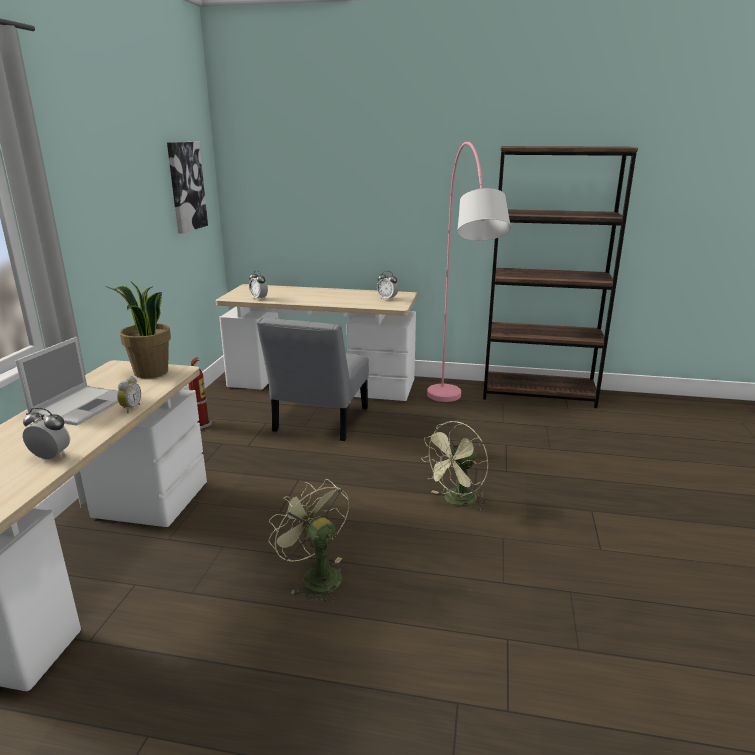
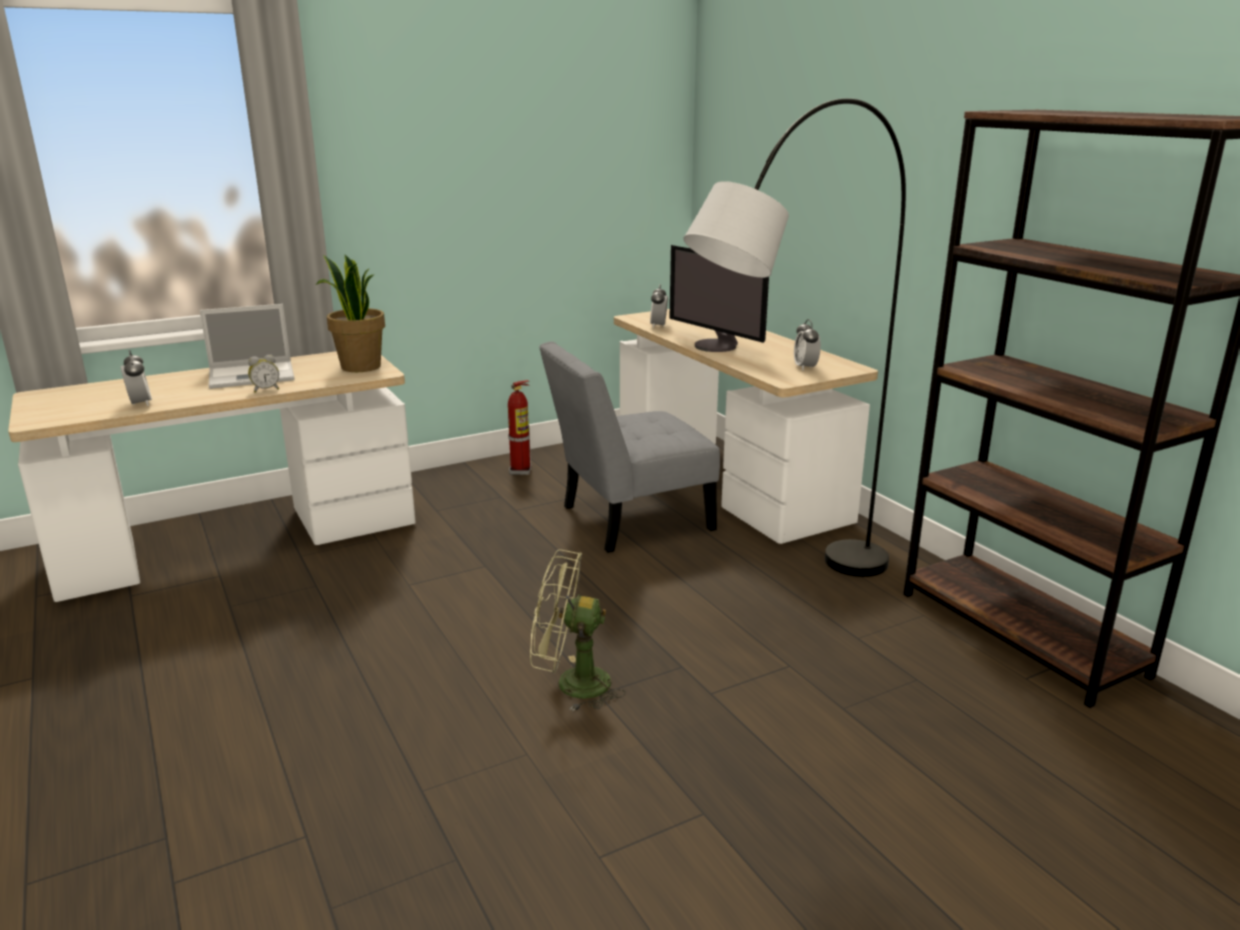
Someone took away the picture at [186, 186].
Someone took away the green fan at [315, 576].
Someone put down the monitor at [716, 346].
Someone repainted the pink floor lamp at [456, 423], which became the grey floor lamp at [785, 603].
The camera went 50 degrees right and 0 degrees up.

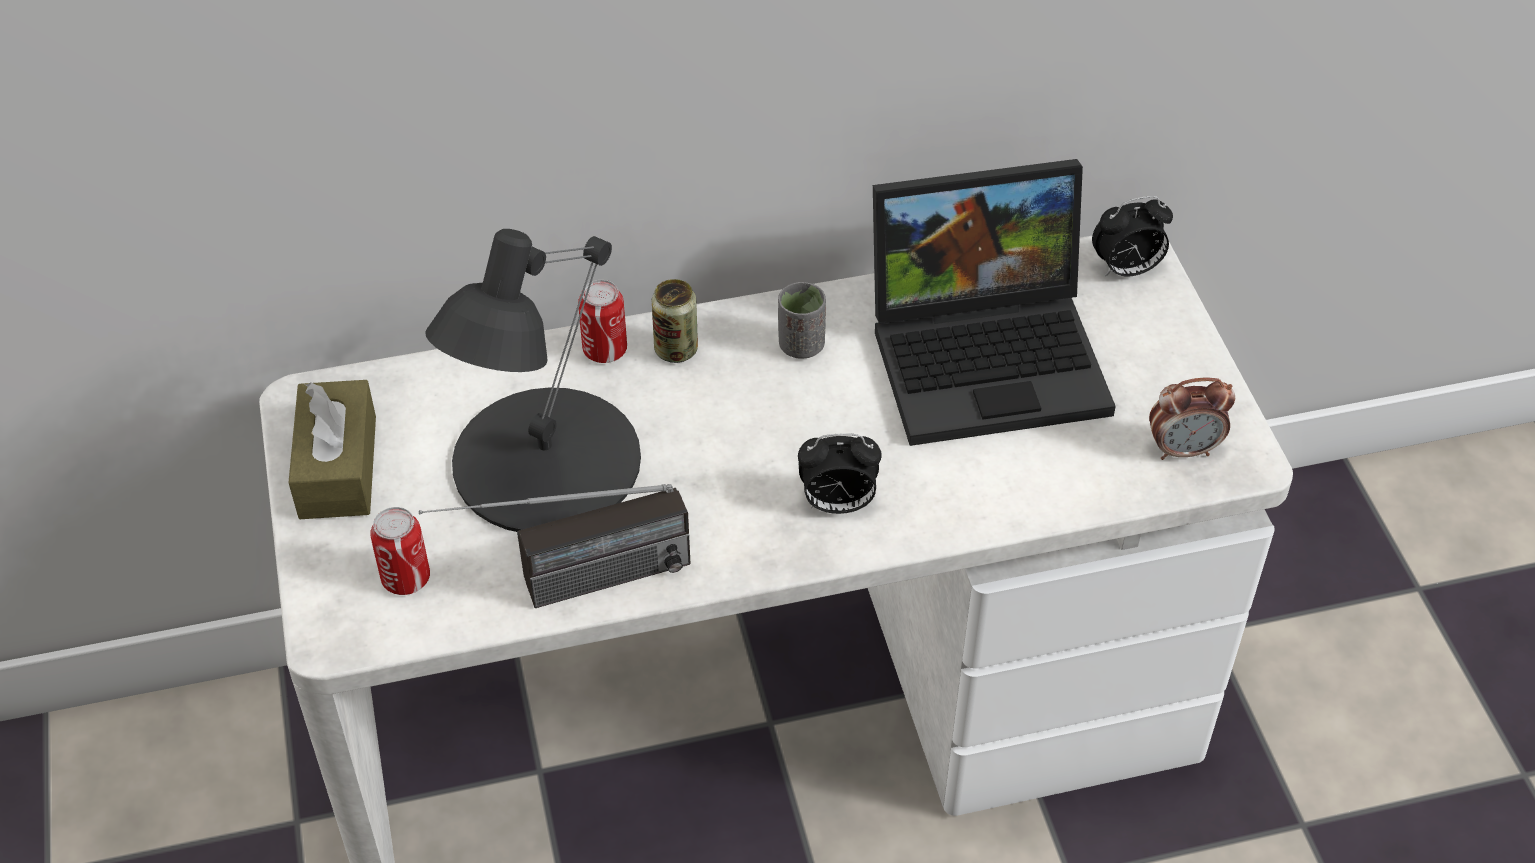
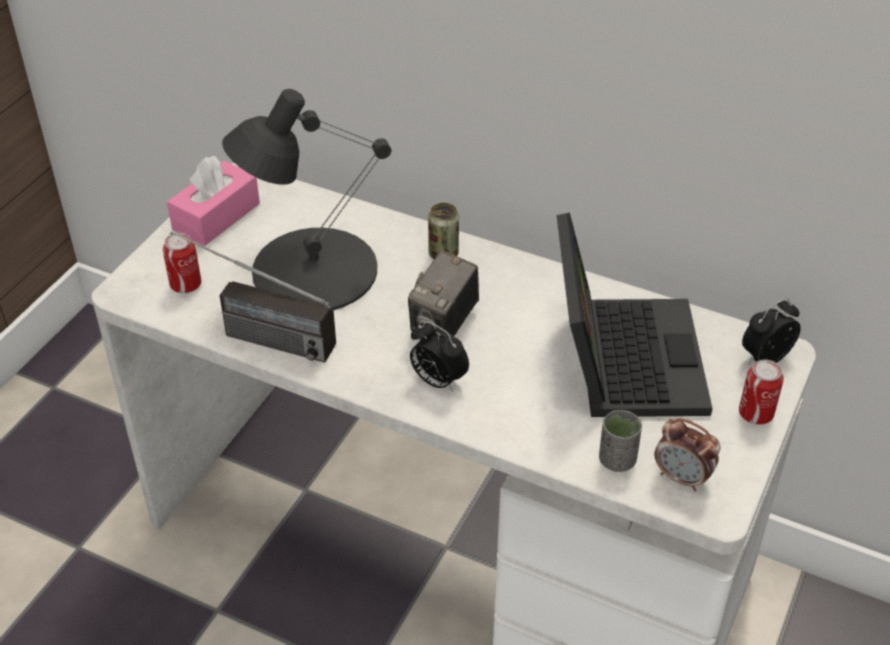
Someone put down the photo camera at [444, 325].
Someone carried the can from [605, 350] to [755, 414].
Someone carried the grey cup from [801, 345] to [617, 460].
Someone repainted the brown tissue box at [338, 467], which became the pink tissue box at [216, 216].
Someone rotated the laptop at [991, 354] by 120 degrees counterclockwise.
Someone rotated the alarm clock at [1126, 270] by 120 degrees clockwise.
The camera went 40 degrees right and 5 degrees down.

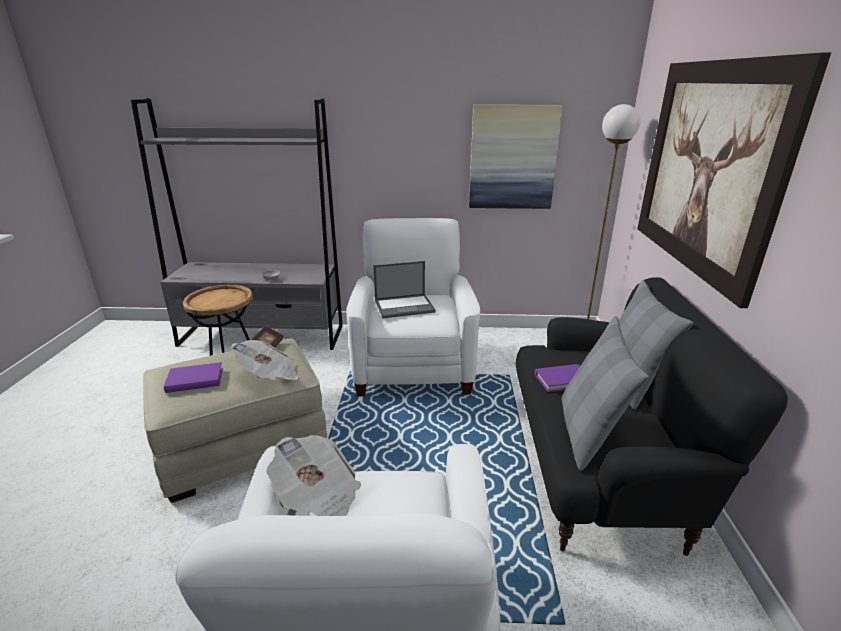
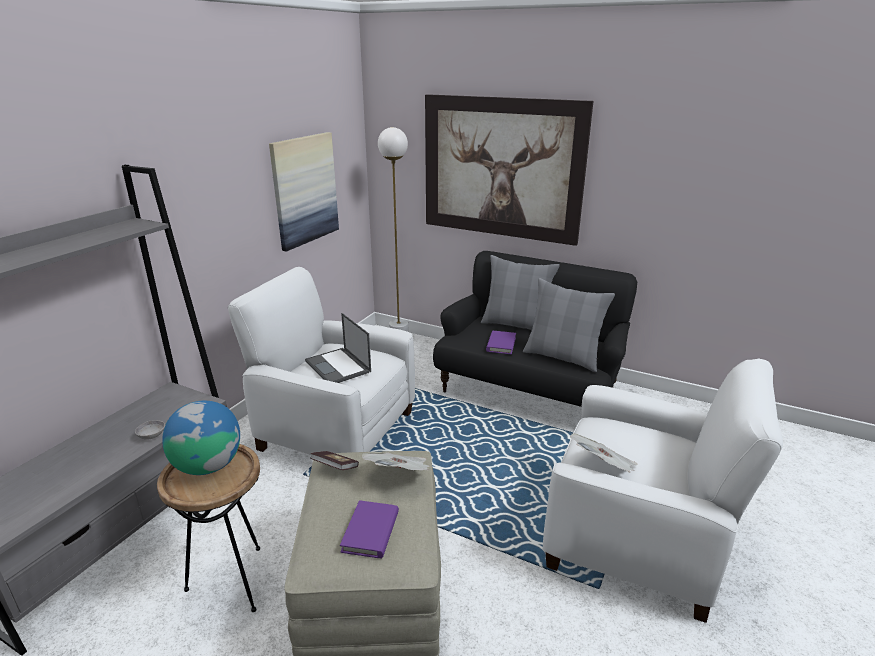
Someone put down the globe at [208, 465].
Someone rotated the laptop at [405, 306] by 135 degrees clockwise.
The camera went 65 degrees left and 0 degrees up.

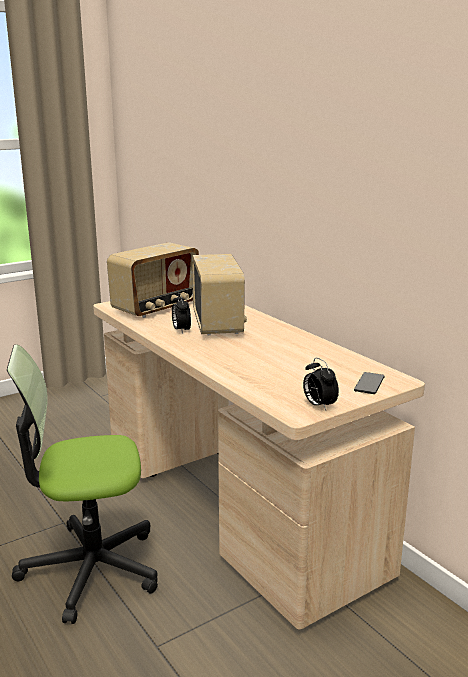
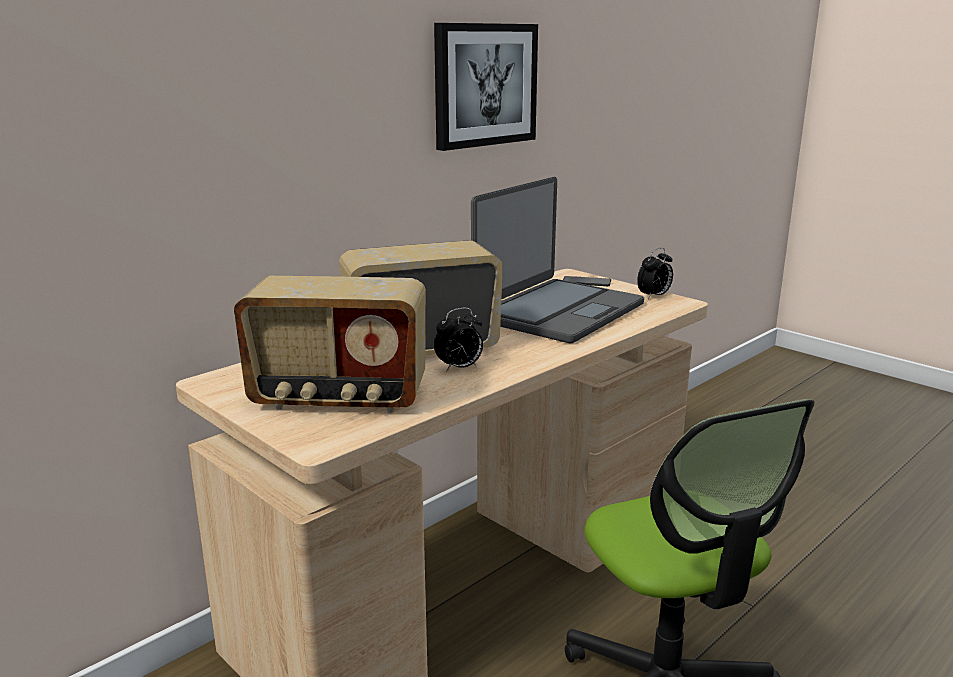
Someone put up the picture at [484, 85].
Someone put down the laptop at [557, 312].
Someone rotated the radio at [156, 308] by 150 degrees clockwise.
The camera went 100 degrees left and 0 degrees up.

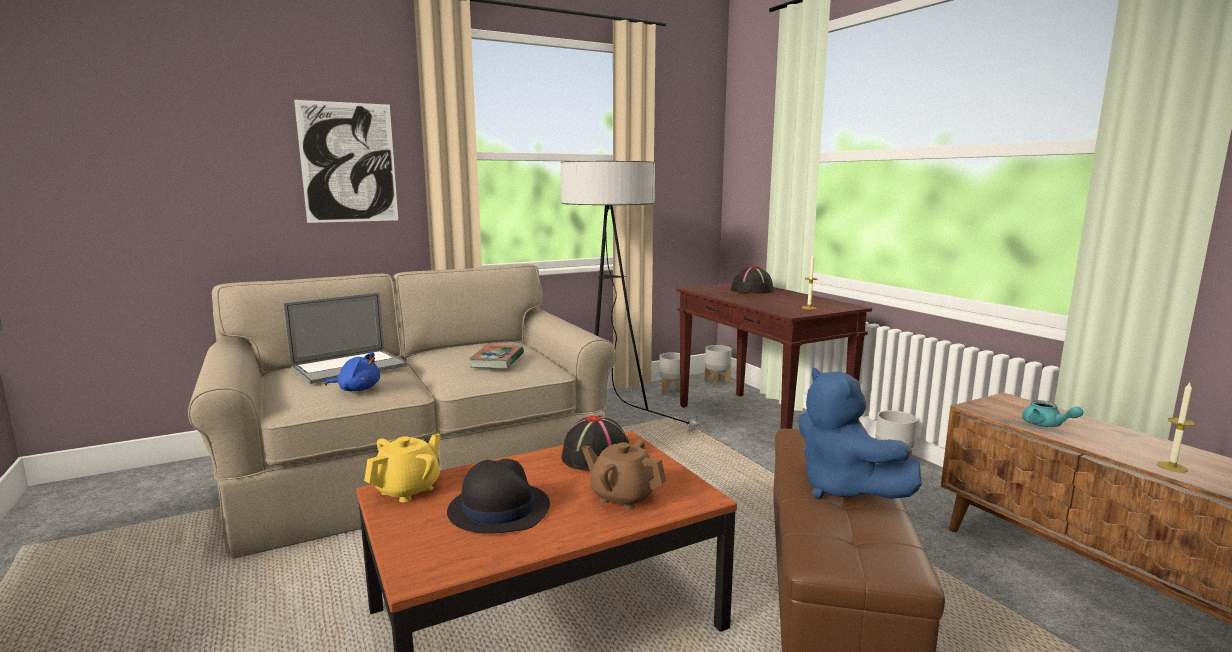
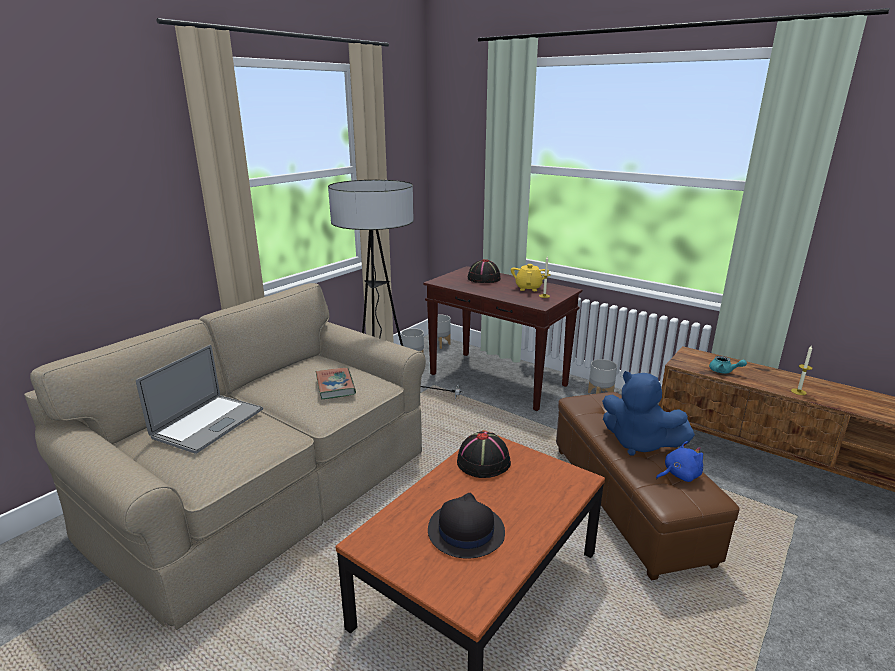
Someone took away the picture at [348, 163].
Someone took away the brown teapot at [623, 497].
Someone carried the blue plush toy from [357, 389] to [679, 475].
Someone carried the yellow teapot from [408, 490] to [528, 288].
The camera went 25 degrees left and 10 degrees up.

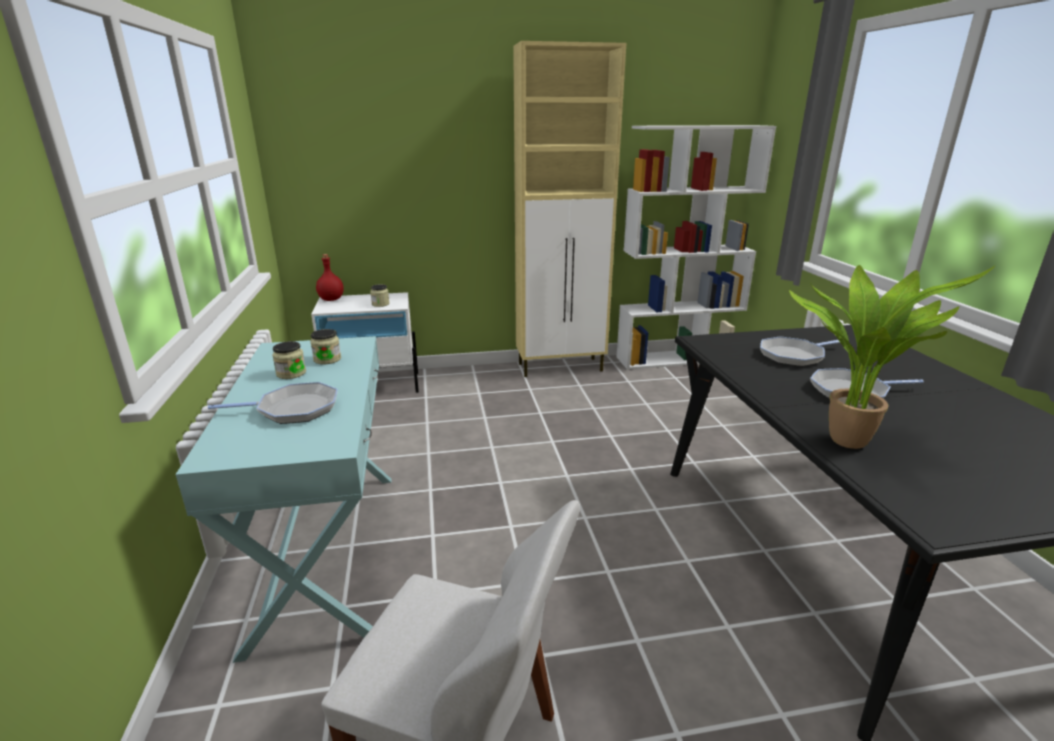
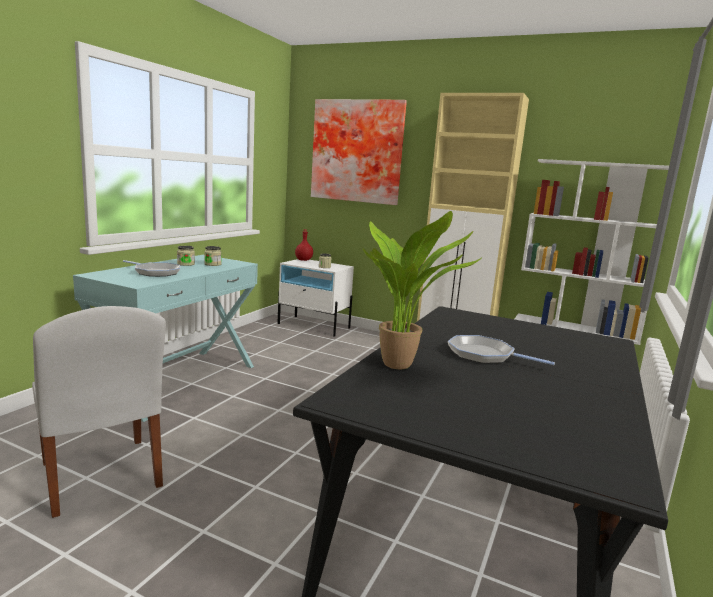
Someone took away the frying pan at [794, 356].
Someone put up the picture at [358, 151].
The camera went 35 degrees right and 10 degrees down.

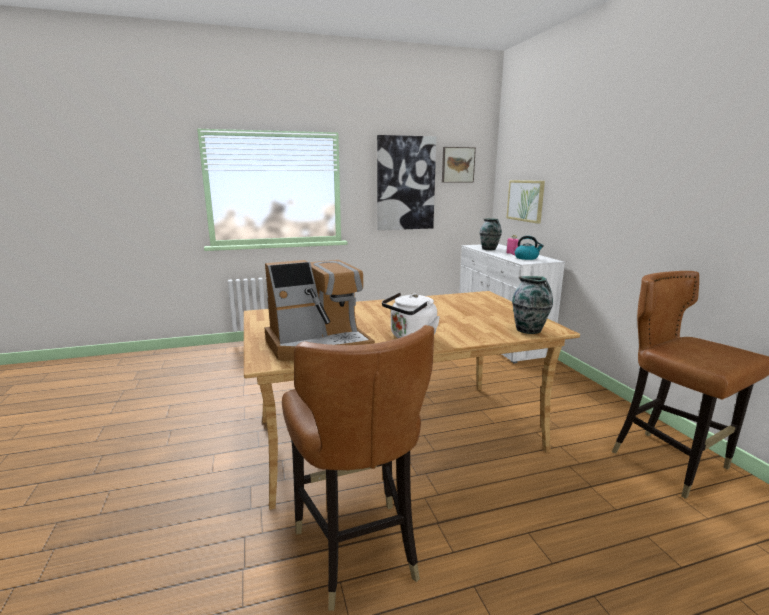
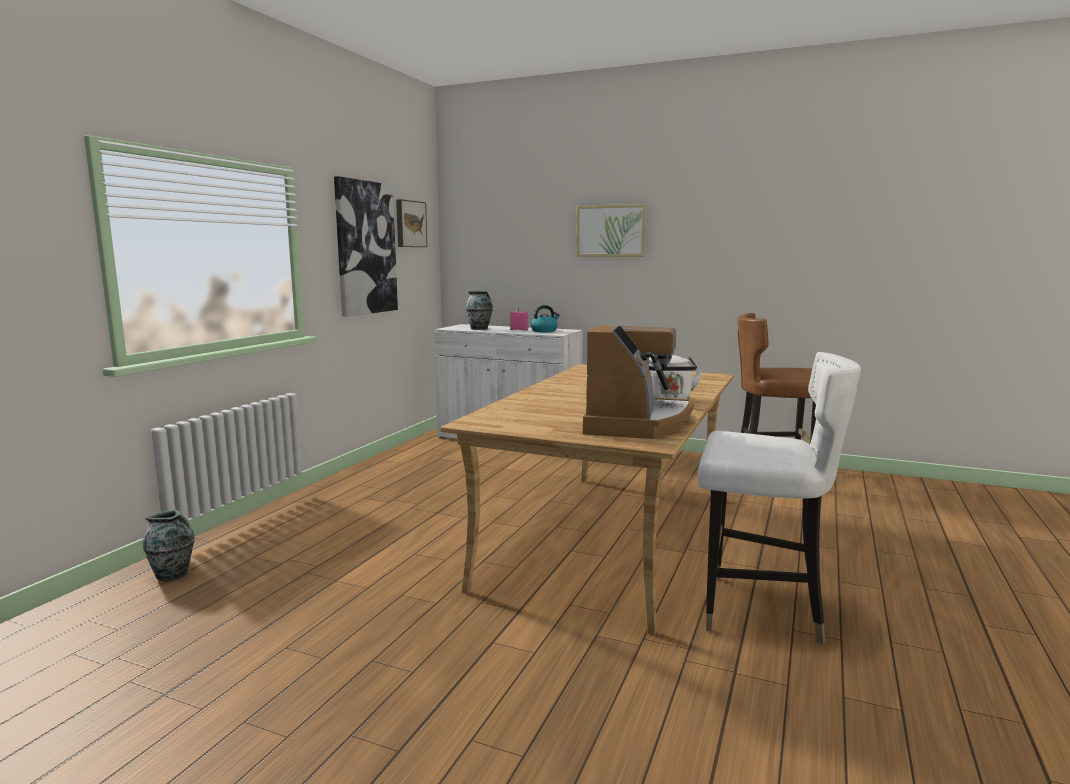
Someone carried the picture from [525, 200] to [611, 231].
Someone carried the vase from [529, 330] to [173, 574].
Someone repainted the brown chair at [357, 550], which became the white chair at [760, 610].
The camera went 50 degrees left and 5 degrees down.

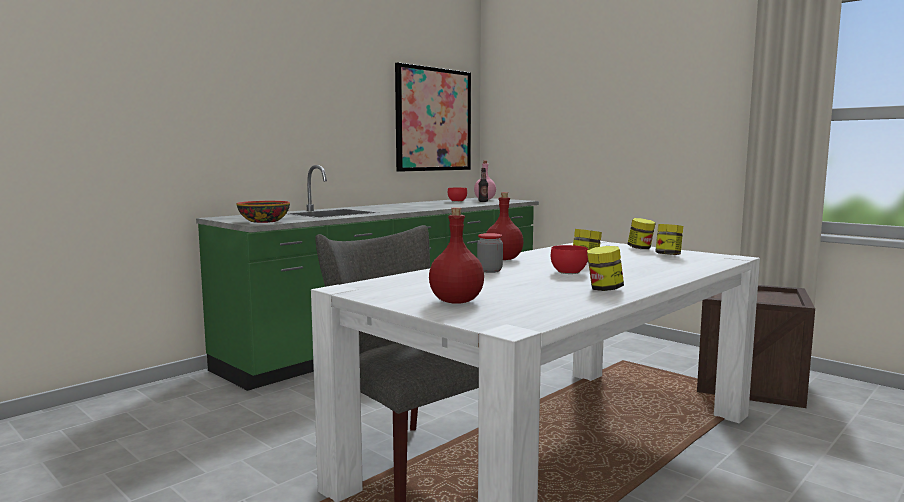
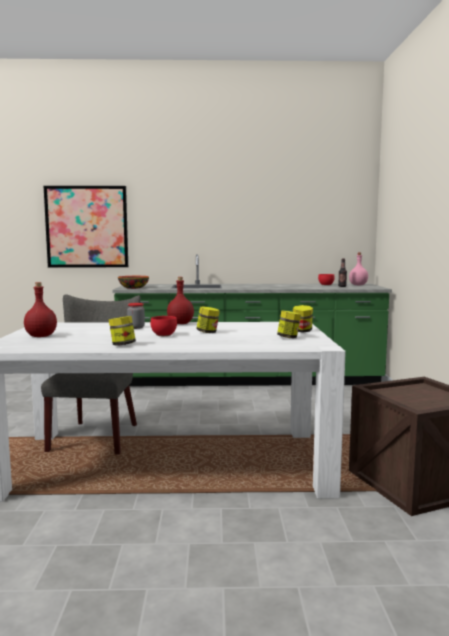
Someone carried the picture from [433, 119] to [87, 227].
The camera went 45 degrees right and 0 degrees up.

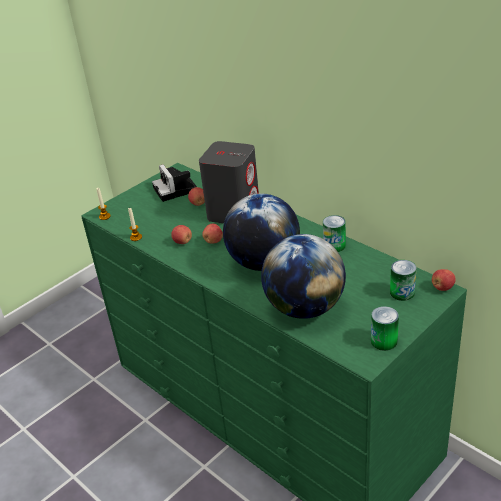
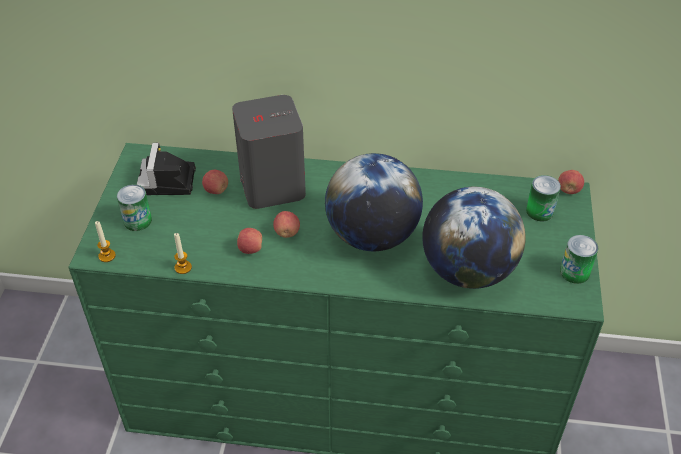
Someone carried the can from [334, 245] to [137, 221].
Someone rotated the photo camera at [176, 190] by 60 degrees clockwise.
The camera went 40 degrees left and 10 degrees up.

